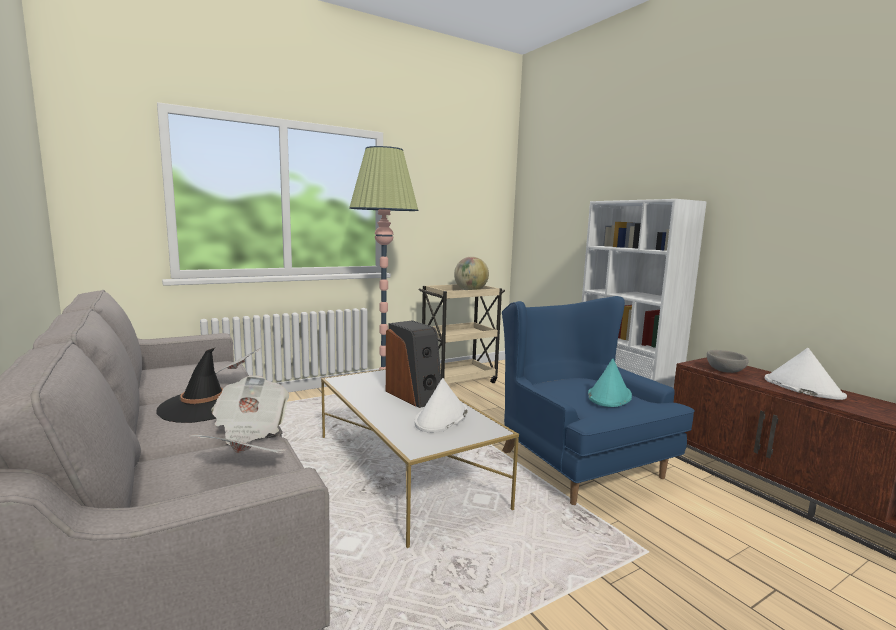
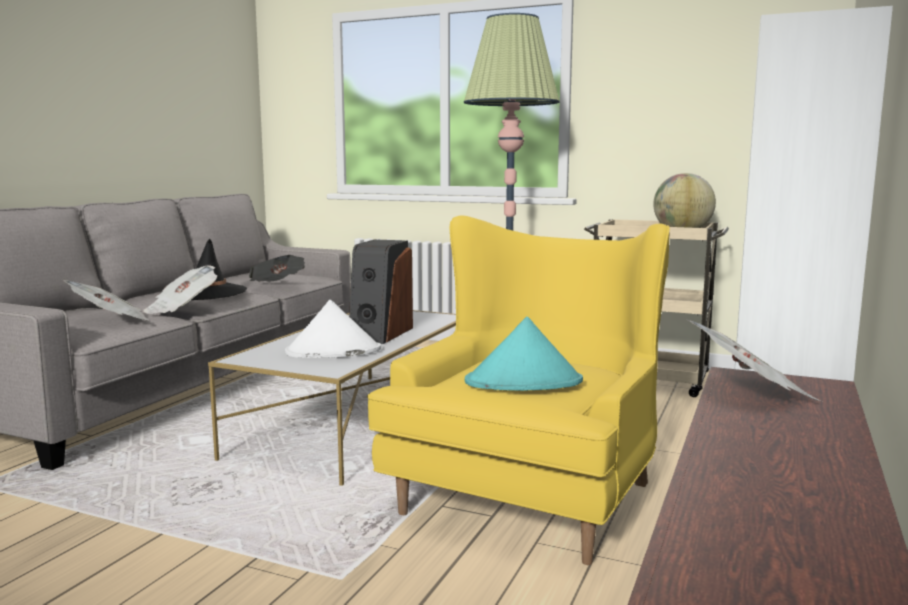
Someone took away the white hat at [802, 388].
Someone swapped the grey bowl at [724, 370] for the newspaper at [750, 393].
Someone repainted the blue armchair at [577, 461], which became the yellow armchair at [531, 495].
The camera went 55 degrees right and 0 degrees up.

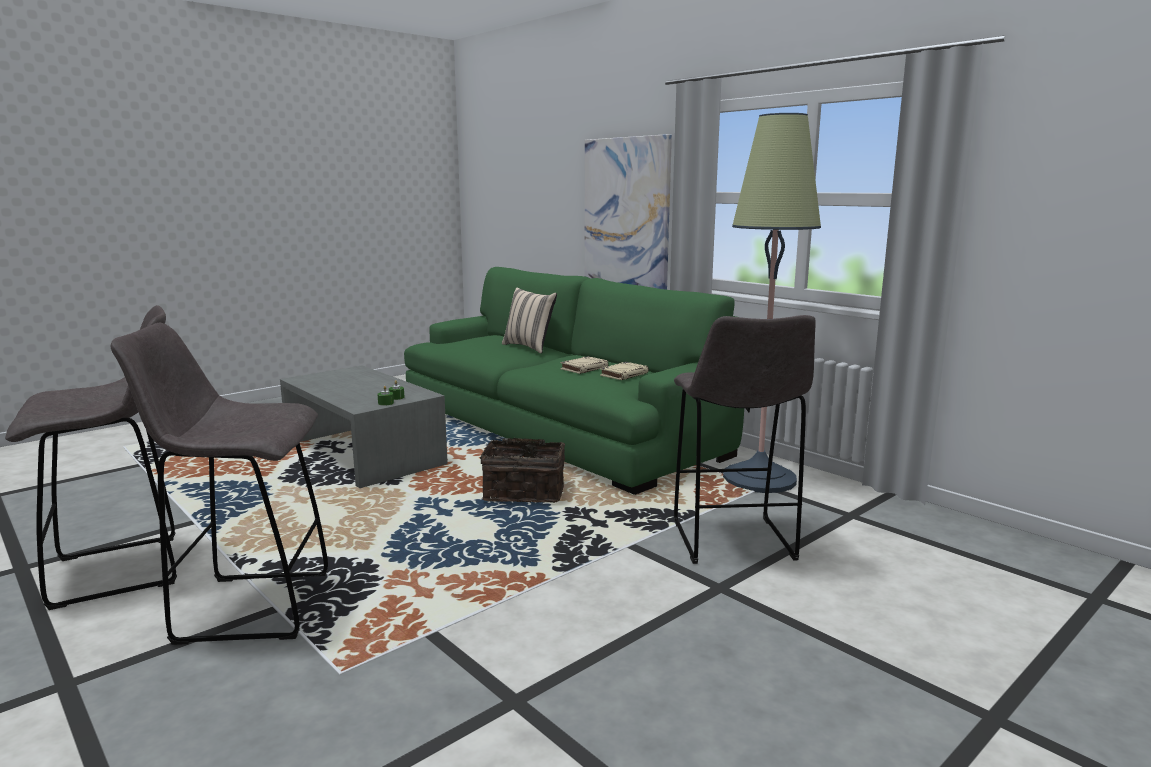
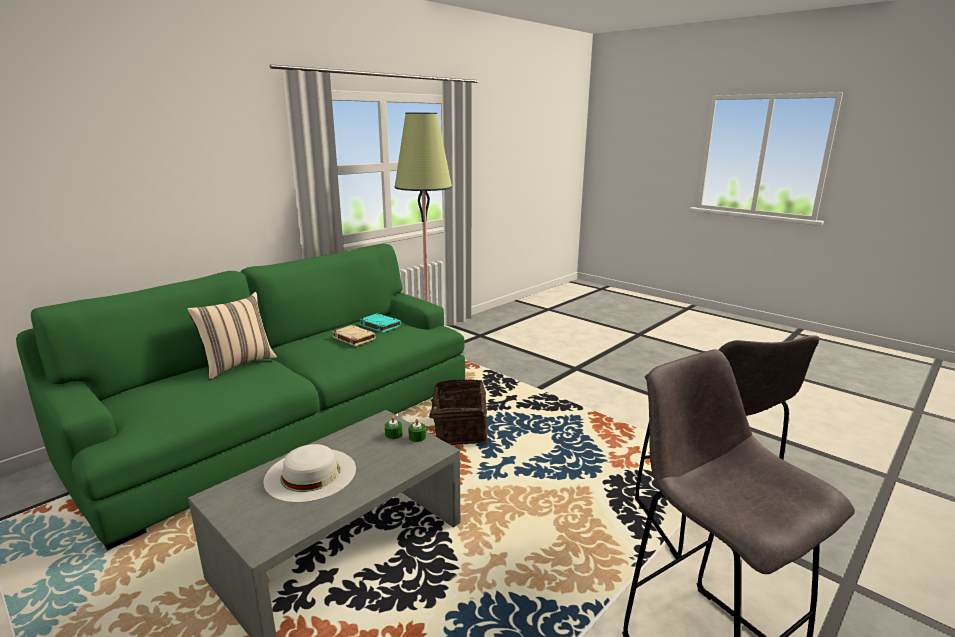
Someone took away the picture at [626, 216].
Someone took away the grey stool at [733, 542].
Someone put down the white hat at [310, 474].
Someone repainted the beige book at [624, 374], which became the turquoise book at [380, 325].
The camera went 95 degrees left and 5 degrees up.

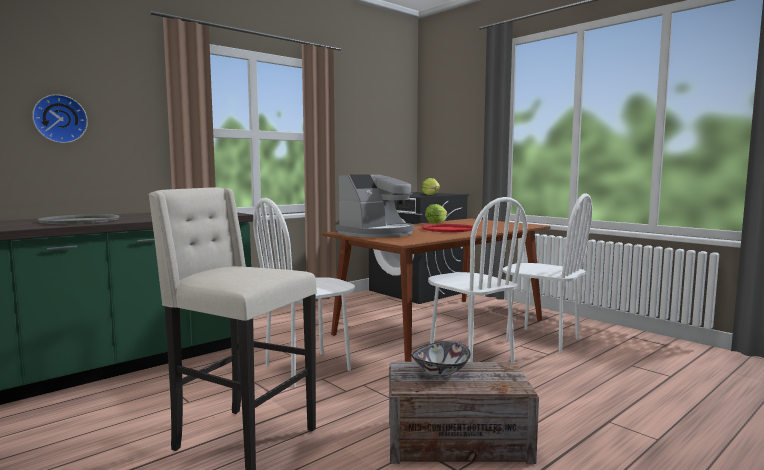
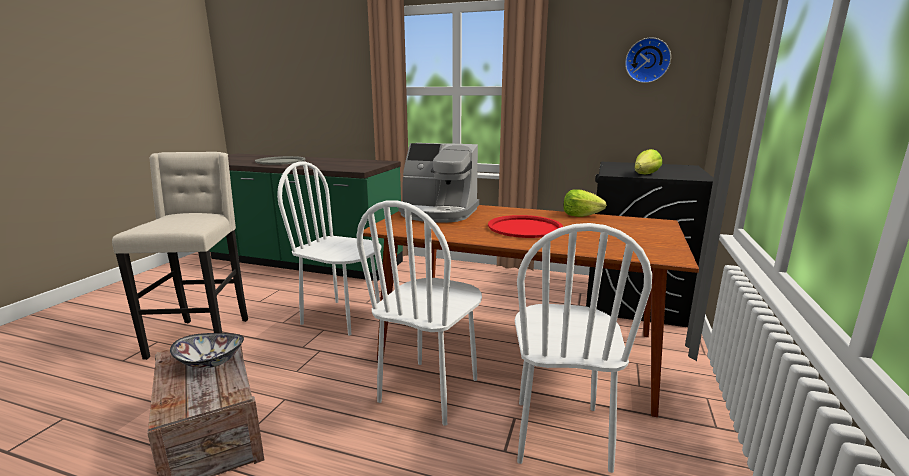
Someone carried the wall clock from [59, 119] to [647, 60].
The camera went 60 degrees right and 10 degrees up.

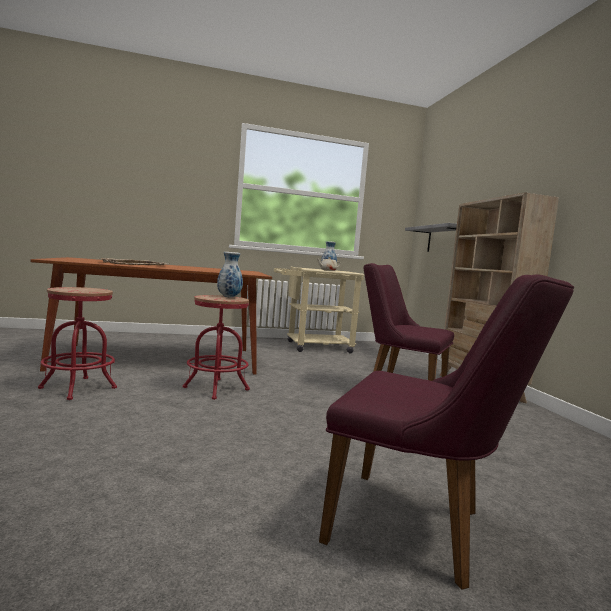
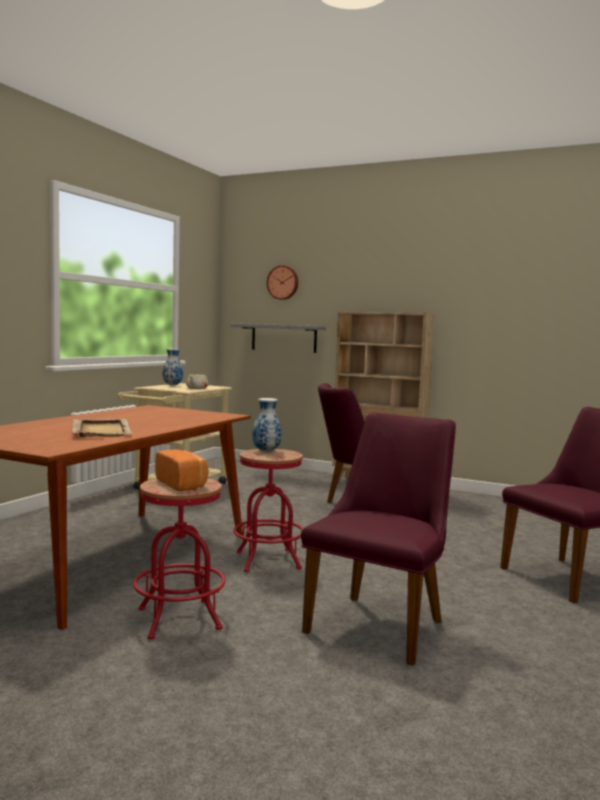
Someone put down the bread at [182, 484].
Someone put up the wall clock at [283, 282].
Someone put down the purple chair at [382, 622].
The camera went 50 degrees left and 0 degrees up.

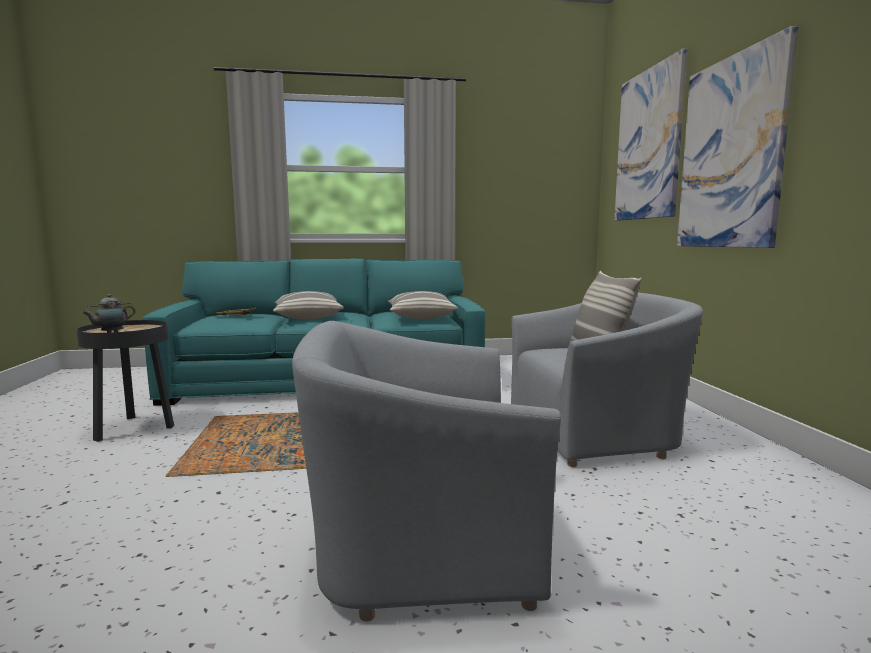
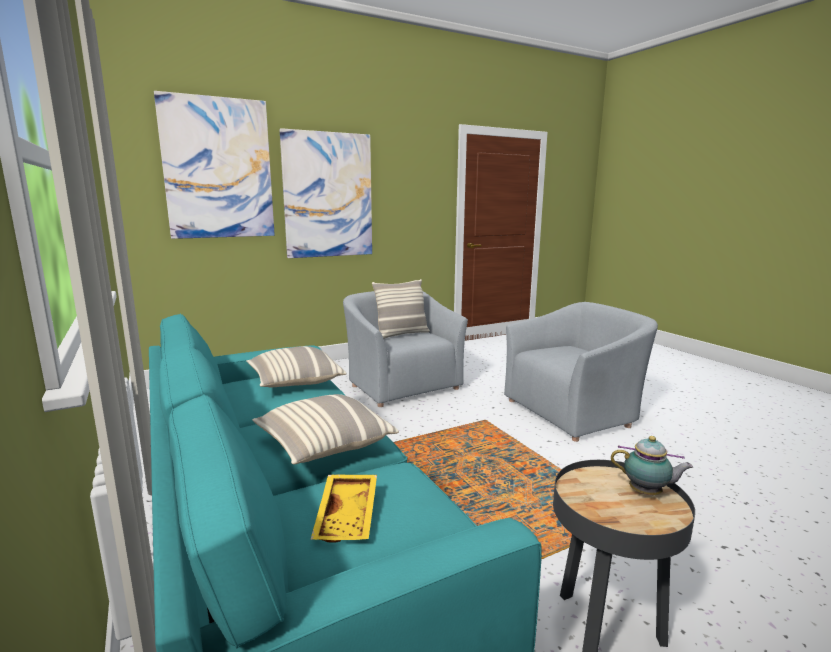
Someone rotated the grey armchair at [420, 542] by 90 degrees counterclockwise.
The camera went 110 degrees left and 5 degrees up.

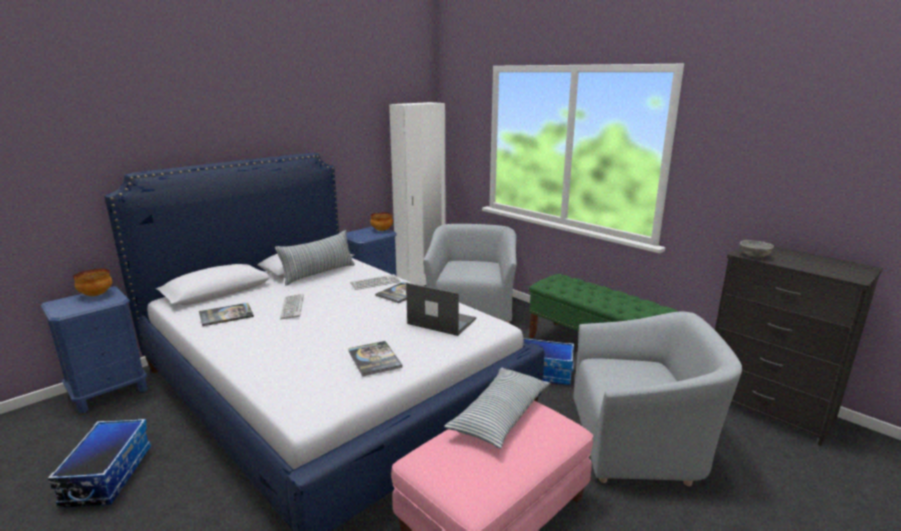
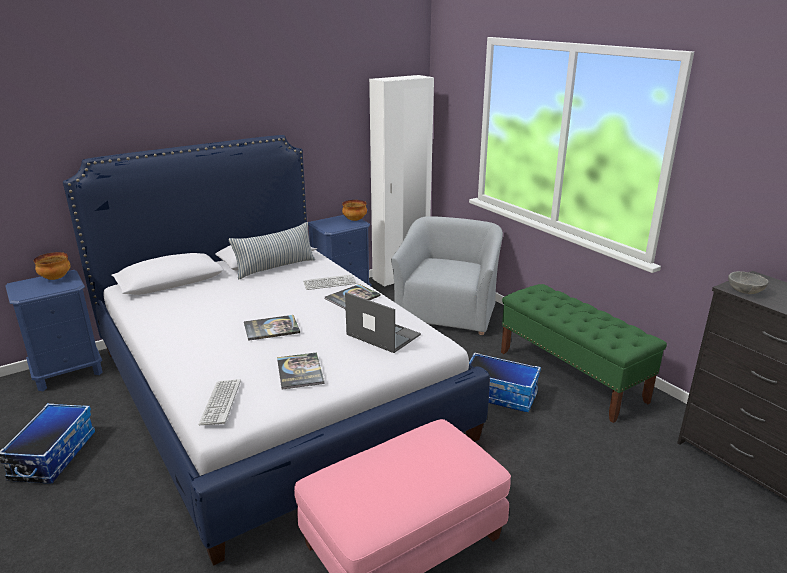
Someone took away the pillow at [500, 415].
Someone took away the grey armchair at [639, 441].
Someone carried the book from [226, 315] to [271, 328].
Someone carried the keyboard from [292, 307] to [220, 403].
The camera went 10 degrees right and 5 degrees up.

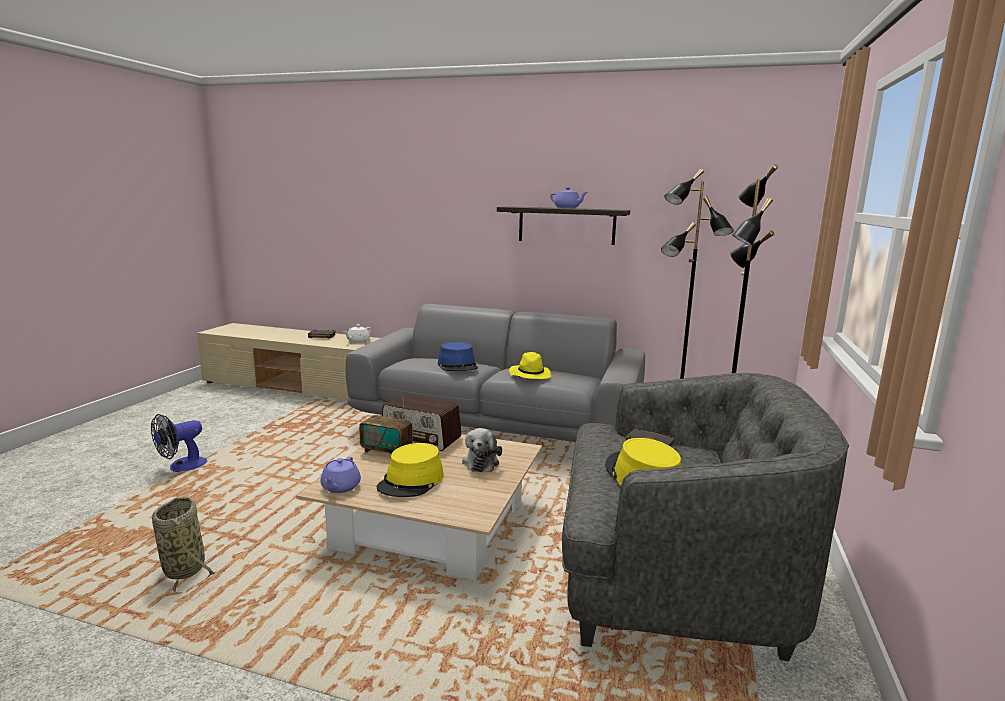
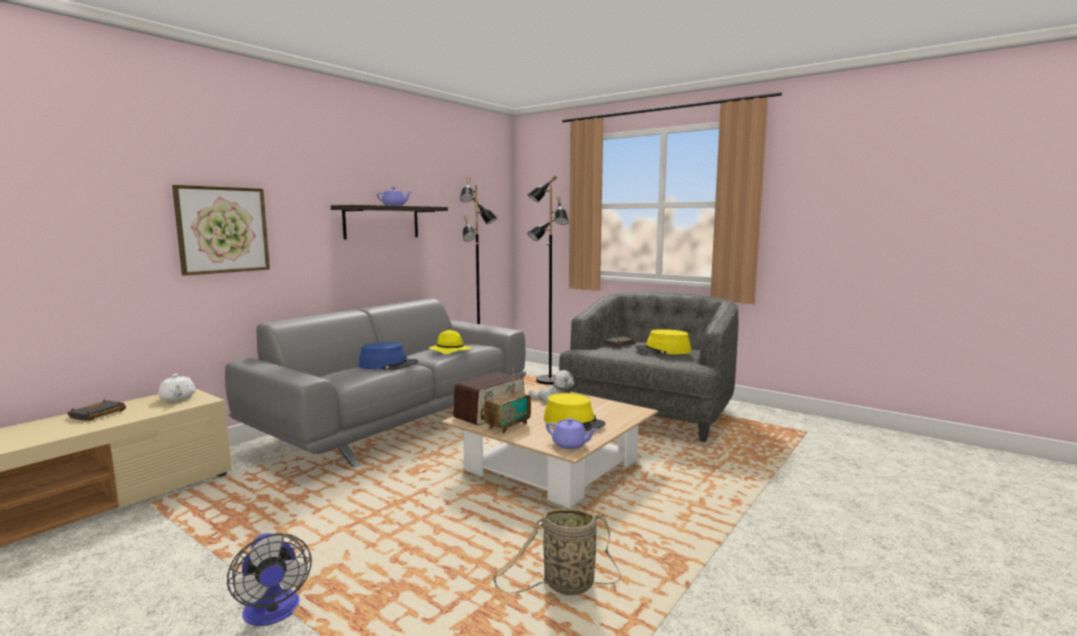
Someone put up the picture at [223, 230].
The camera went 70 degrees left and 5 degrees down.

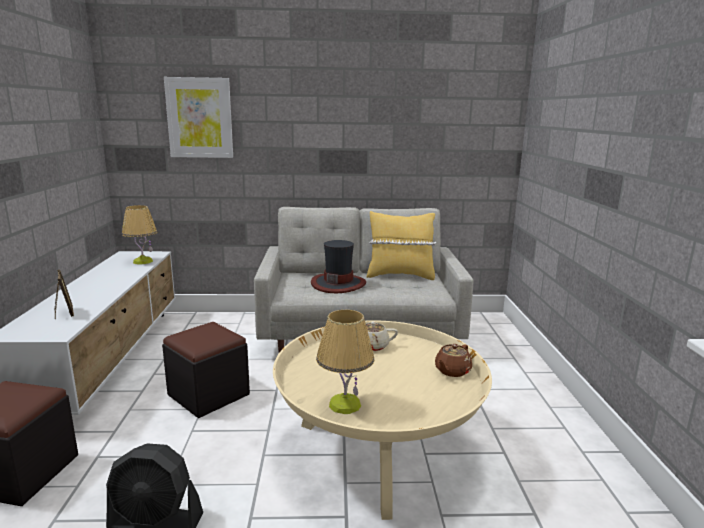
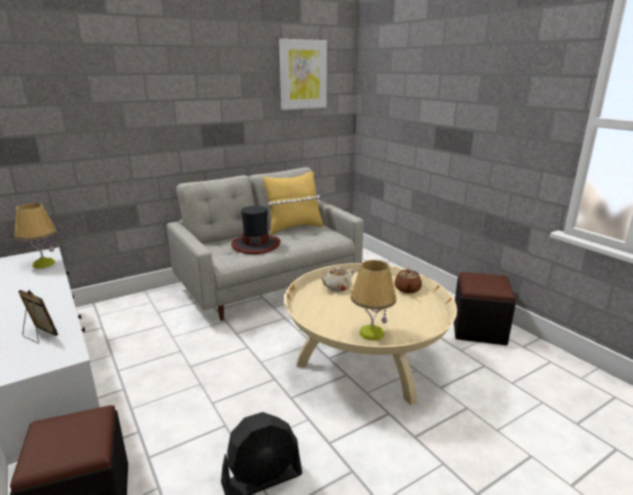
Someone carried the black ottoman from [208, 395] to [478, 329].
Someone carried the picture from [199, 118] to [303, 74].
The camera went 30 degrees left and 5 degrees up.

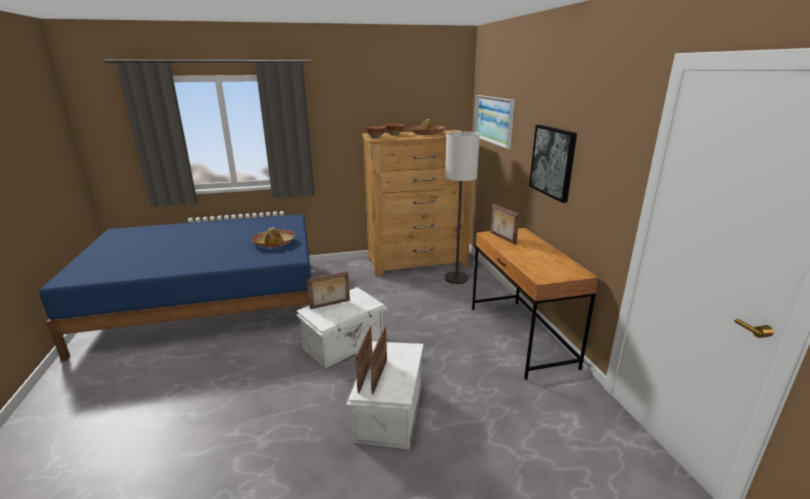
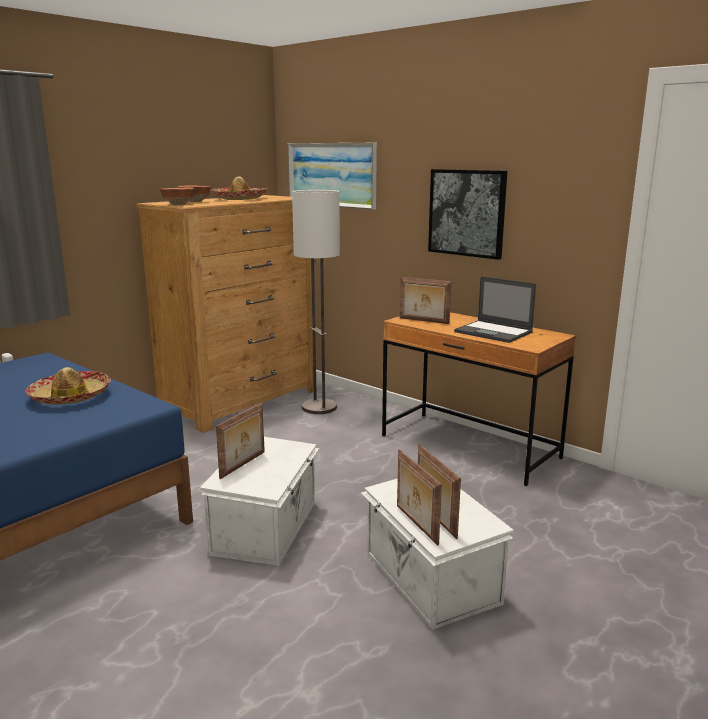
Someone put down the laptop at [494, 332].
The camera went 35 degrees left and 5 degrees down.

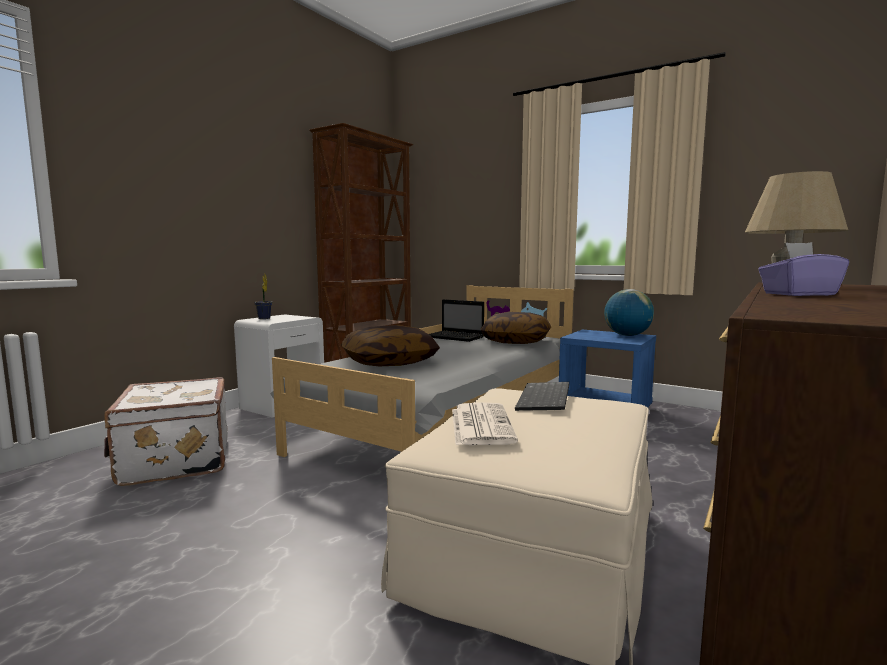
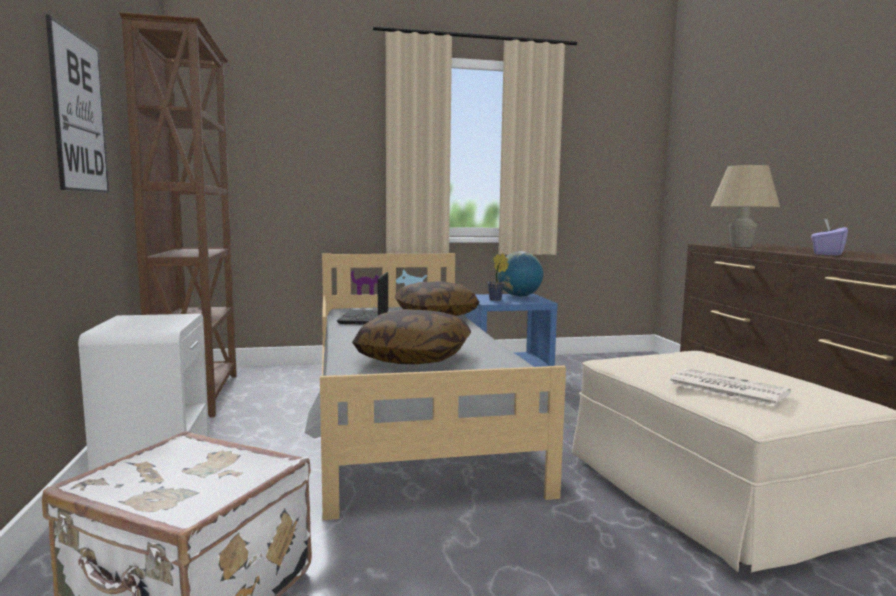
Someone took away the keyboard at [545, 399].
Someone put up the picture at [79, 113].
Someone carried the potted plant from [263, 318] to [496, 300].
Someone rotated the laptop at [456, 337] by 105 degrees clockwise.
The camera went 45 degrees left and 0 degrees up.

